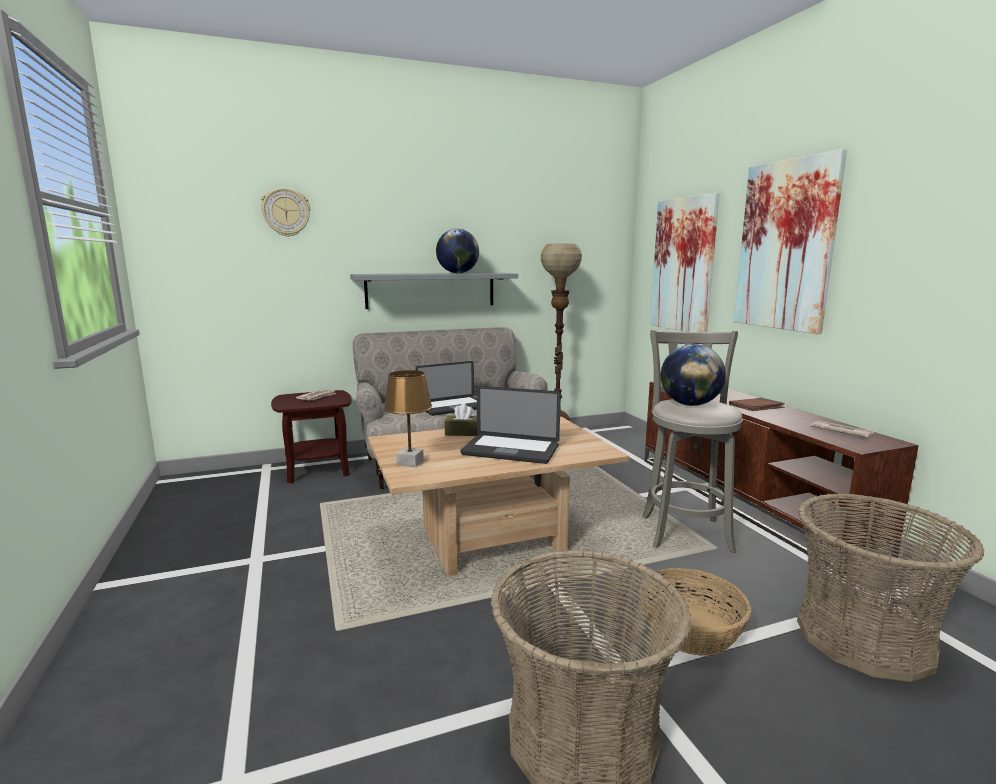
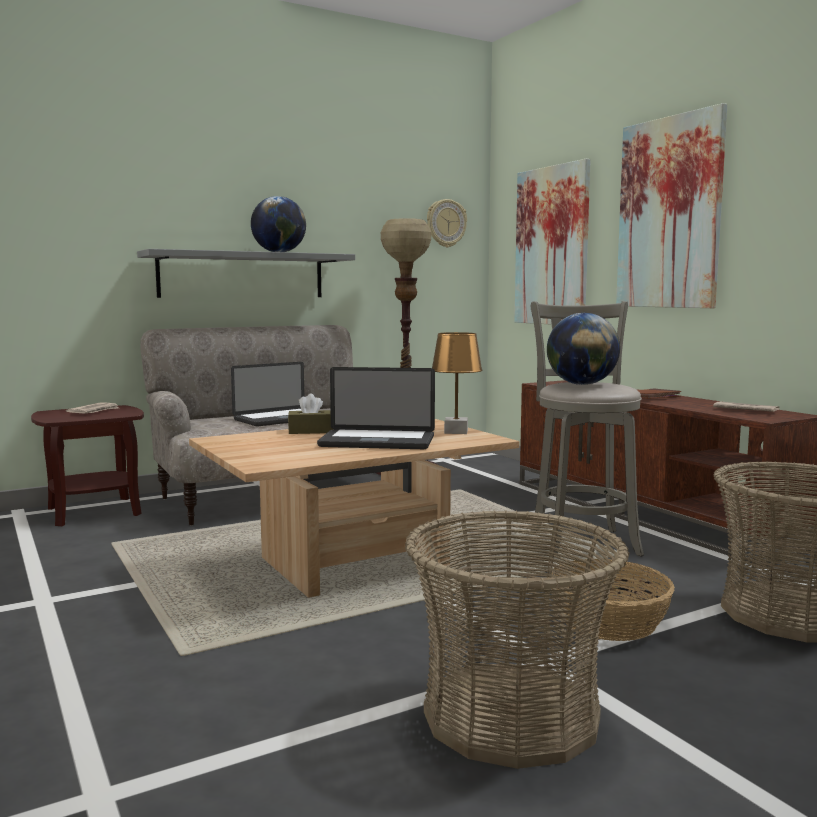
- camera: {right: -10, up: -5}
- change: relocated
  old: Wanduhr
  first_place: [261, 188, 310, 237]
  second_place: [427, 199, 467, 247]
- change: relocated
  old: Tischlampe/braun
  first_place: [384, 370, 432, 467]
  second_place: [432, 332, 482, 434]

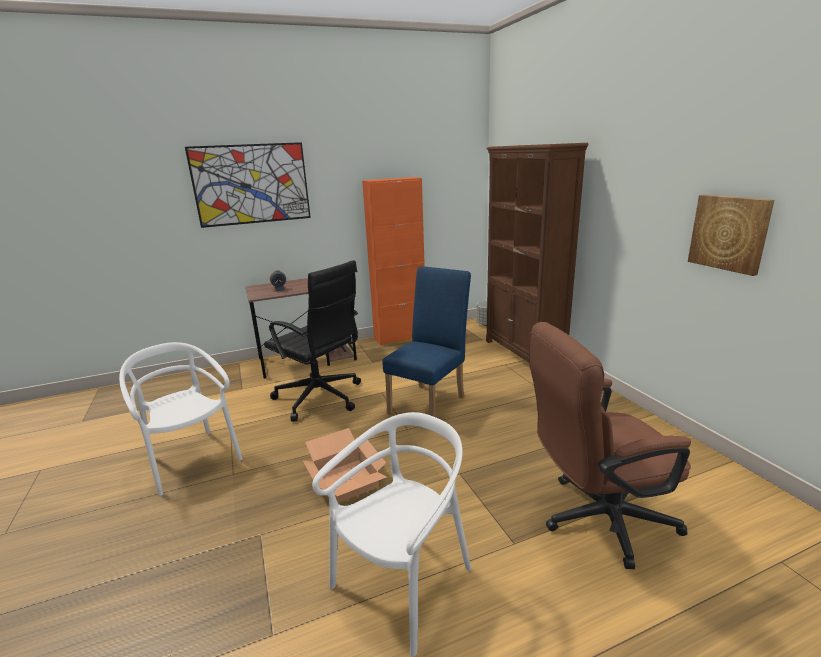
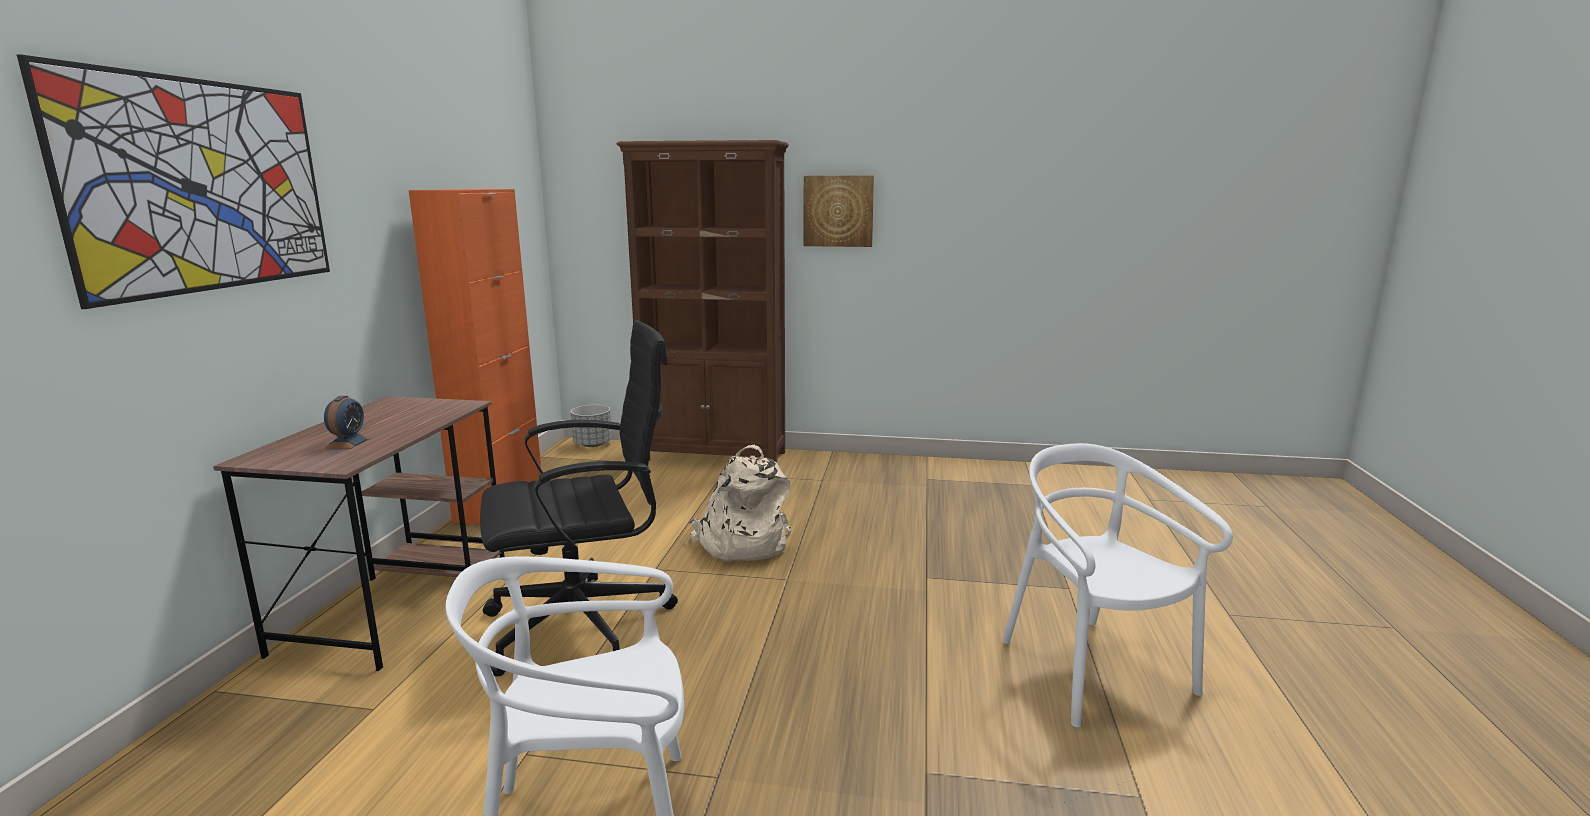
- camera: {right: -60, up: -5}
- change: missing
  old: Karton
  first_place: [303, 428, 386, 503]
- change: exchanged
  old: Stuhl/blau
  new: Rucksack/beige
  first_place: [382, 266, 471, 417]
  second_place: [689, 445, 792, 561]
- change: missing
  old: Bürostuhl/braun
  first_place: [529, 322, 691, 569]
- change: relocated
  old: Bild
  first_place: [688, 195, 774, 276]
  second_place: [804, 175, 874, 247]

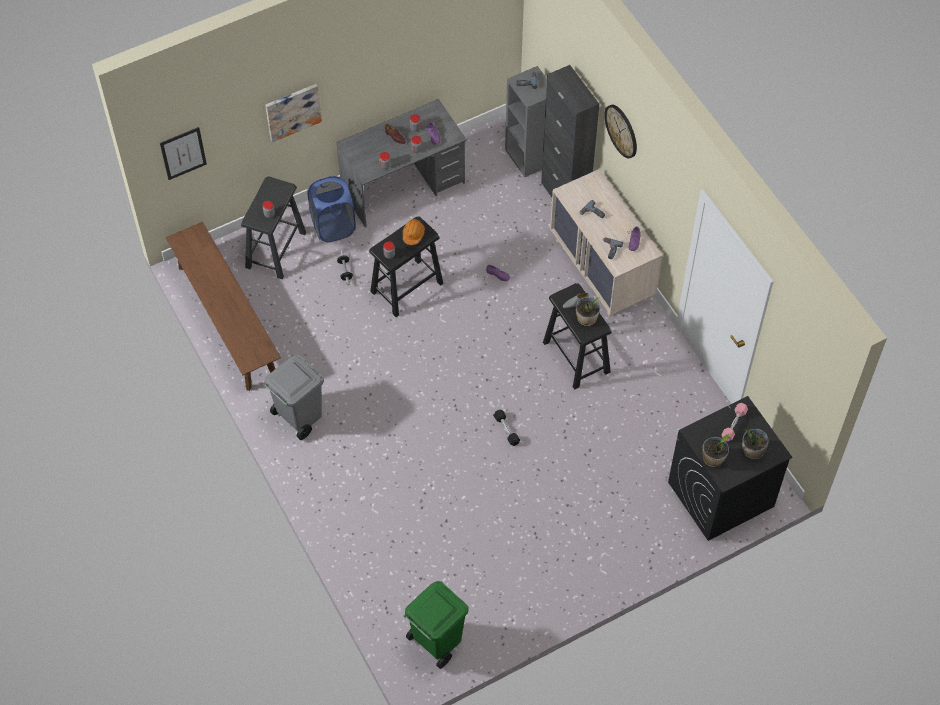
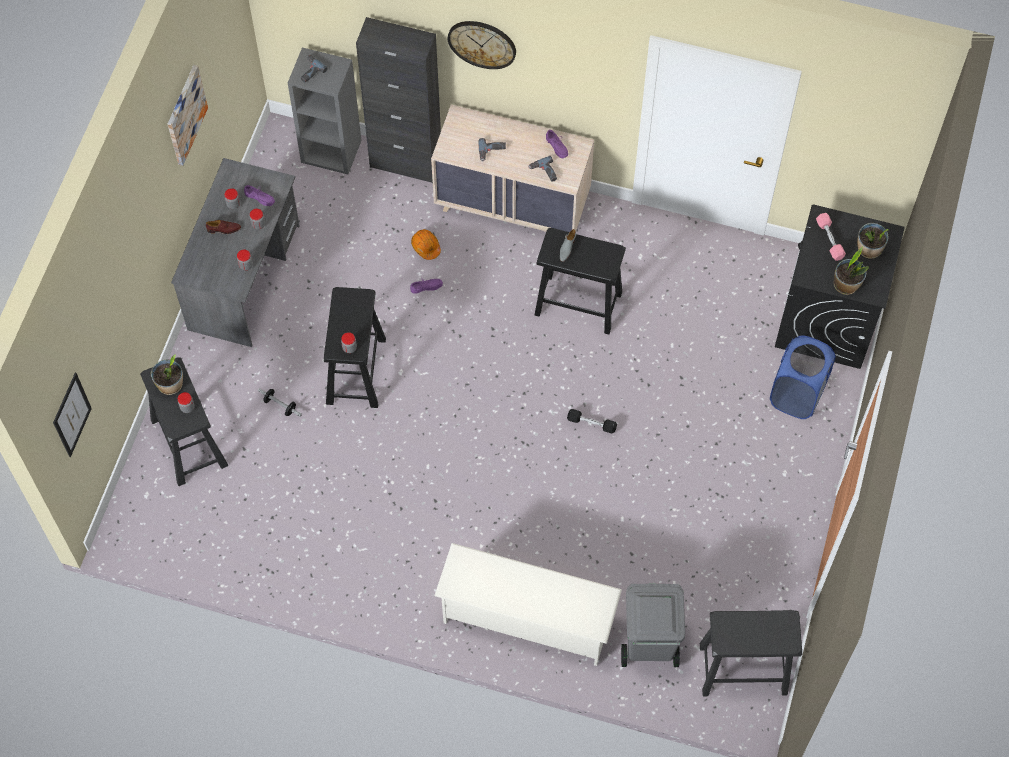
- camera: {right: -45, up: 5}
- change: missing
  old: Bank/braun
  first_place: [166, 222, 281, 391]
- change: relocated
  old: Mülleimer/grau
  first_place: [263, 355, 324, 440]
  second_place: [621, 584, 685, 667]
- change: relocated
  old: Bild
  first_place: [265, 84, 322, 142]
  second_place: [168, 65, 208, 166]
- change: relocated
  old: Wäschekorb/blau
  first_place: [307, 176, 356, 242]
  second_place: [770, 336, 836, 419]
- change: relocated
  old: Schutzhelm/orange
  first_place: [403, 219, 425, 245]
  second_place: [411, 229, 441, 260]
- change: exchanged
  old: Mülleimer/grün
  new: Hocker/schwarz
  first_place: [404, 581, 469, 669]
  second_place: [700, 610, 802, 696]
- change: relocated
  old: Topfpflanze
  first_place: [576, 297, 600, 326]
  second_place: [151, 354, 183, 395]
- change: appeared
  new: Schuhregal/weiß
  second_place: [434, 543, 622, 666]

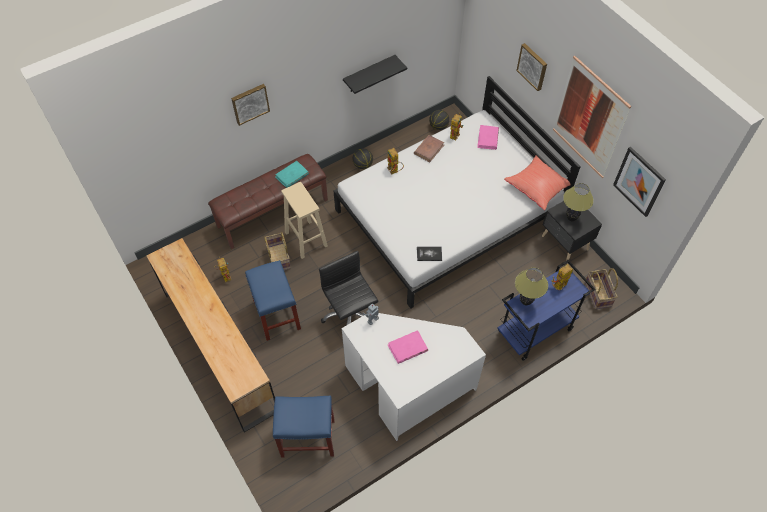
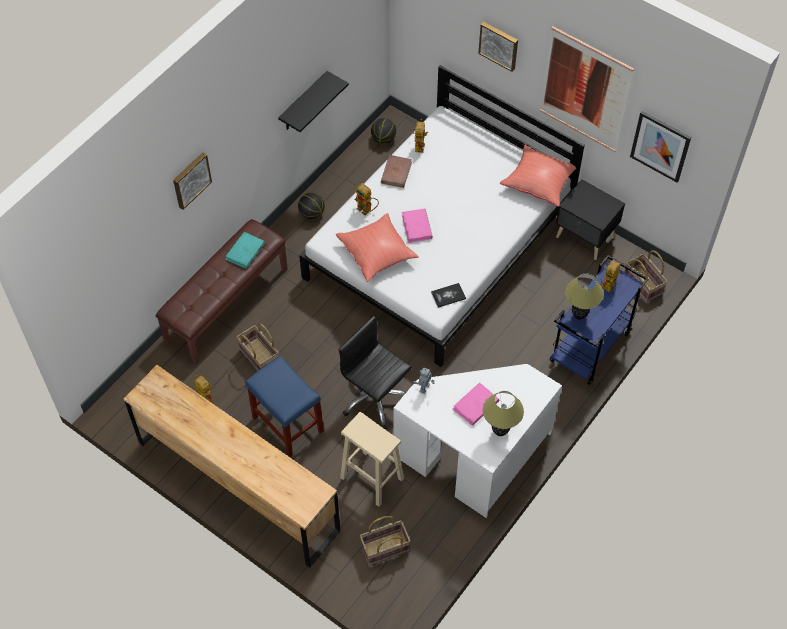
- camera: {right: -20, up: 0}
- change: exchanged
  old: Hocker/blau
  new: Korb
  first_place: [273, 396, 335, 458]
  second_place: [360, 516, 411, 566]
- change: relocated
  old: Hocker/beige
  first_place: [281, 182, 328, 259]
  second_place: [340, 412, 404, 507]
- change: relocated
  old: Buch/rosa
  first_place: [477, 125, 499, 150]
  second_place: [402, 209, 433, 243]
- change: relocated
  old: Tischlampe
  first_place: [563, 183, 594, 221]
  second_place: [483, 391, 524, 436]
- change: appeared
  new: Kissen/rot
  second_place: [336, 213, 419, 282]

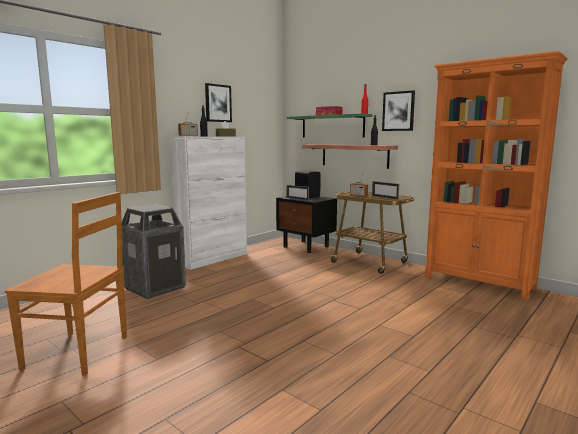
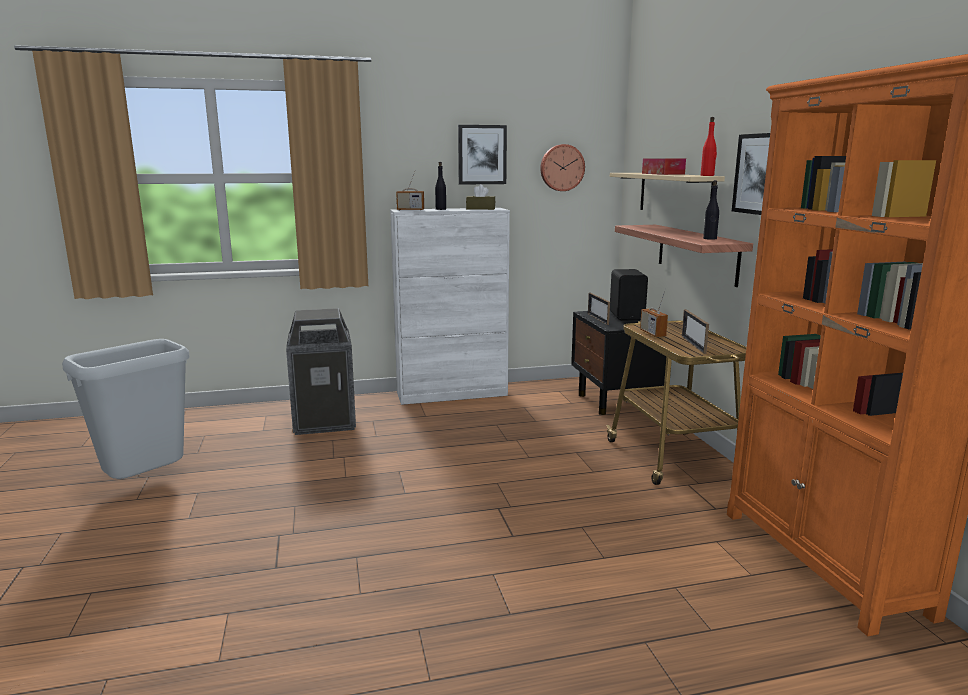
- camera: {right: 35, up: 5}
- change: exchanged
  old: Stuhl/braun
  new: Mülleimer/grau
  first_place: [5, 192, 127, 376]
  second_place: [62, 339, 190, 479]
- change: colour
  old: Wandregal/grün
  new: Wandregal/beige
  first_place: [287, 113, 373, 138]
  second_place: [610, 173, 725, 210]
- change: appeared
  new: Wanduhr
  second_place: [540, 144, 585, 191]

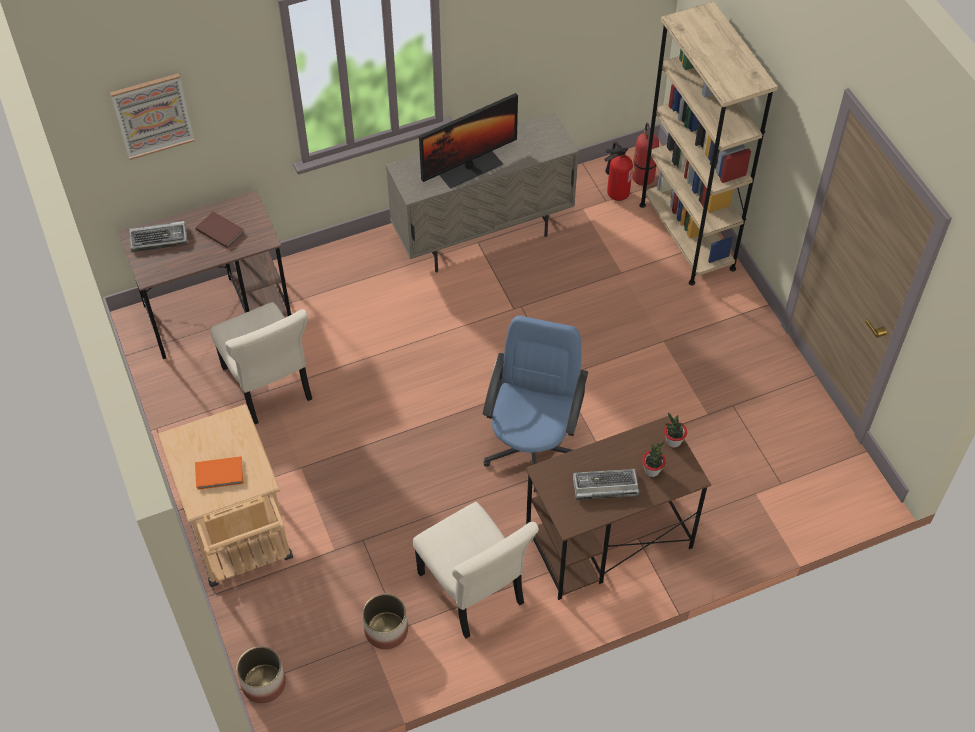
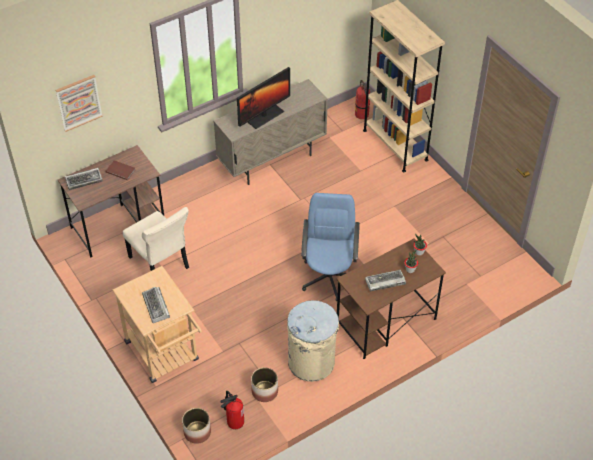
- camera: {right: -10, up: -5}
- change: exchanged
  old: Buch/orange
  new: Tastatur
  first_place: [195, 456, 243, 490]
  second_place: [142, 287, 170, 323]
- change: exchanged
  old: Stuhl/beige
  new: Mülleimer/beige
  first_place: [413, 502, 539, 638]
  second_place: [287, 300, 339, 382]
- change: relocated
  old: Feuerlöscher
  first_place: [604, 142, 633, 201]
  second_place: [220, 391, 244, 429]

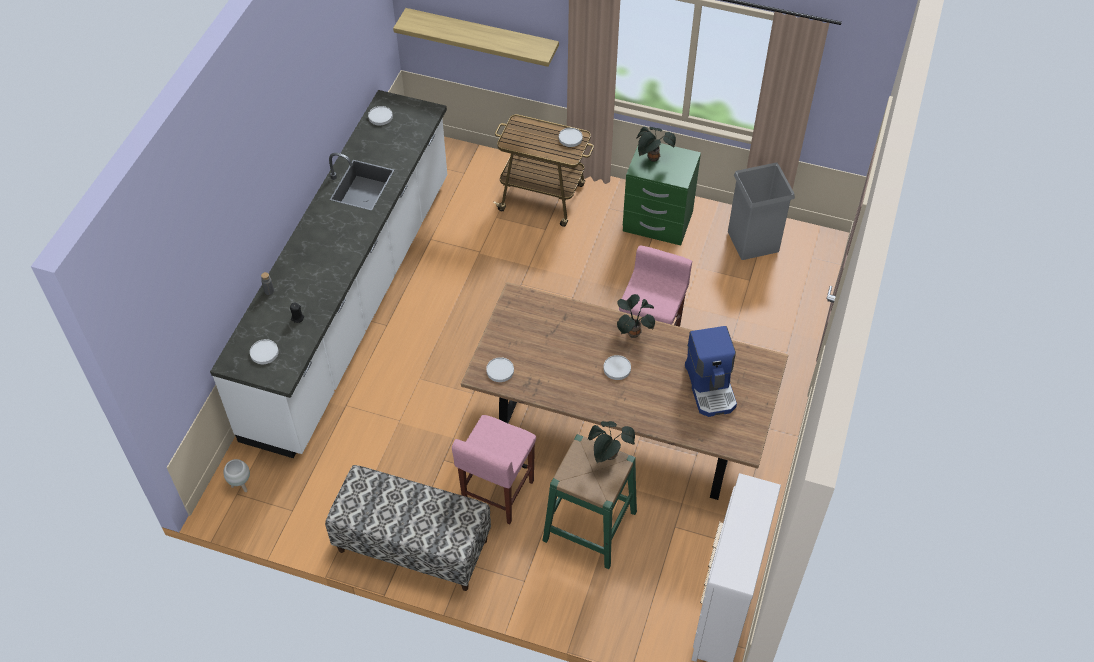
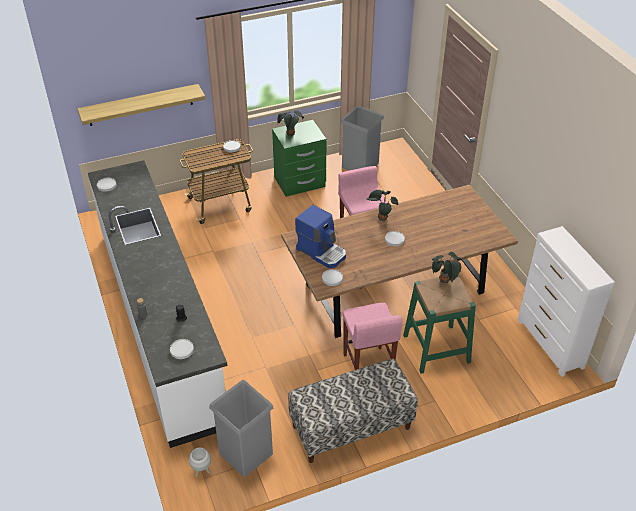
- camera: {right: -40, up: -10}
- change: relocated
  old: Kaffeemaschine
  first_place: [685, 326, 737, 417]
  second_place: [295, 205, 346, 268]
- change: appeared
  new: Mülleimer/grau
  second_place: [209, 380, 274, 477]

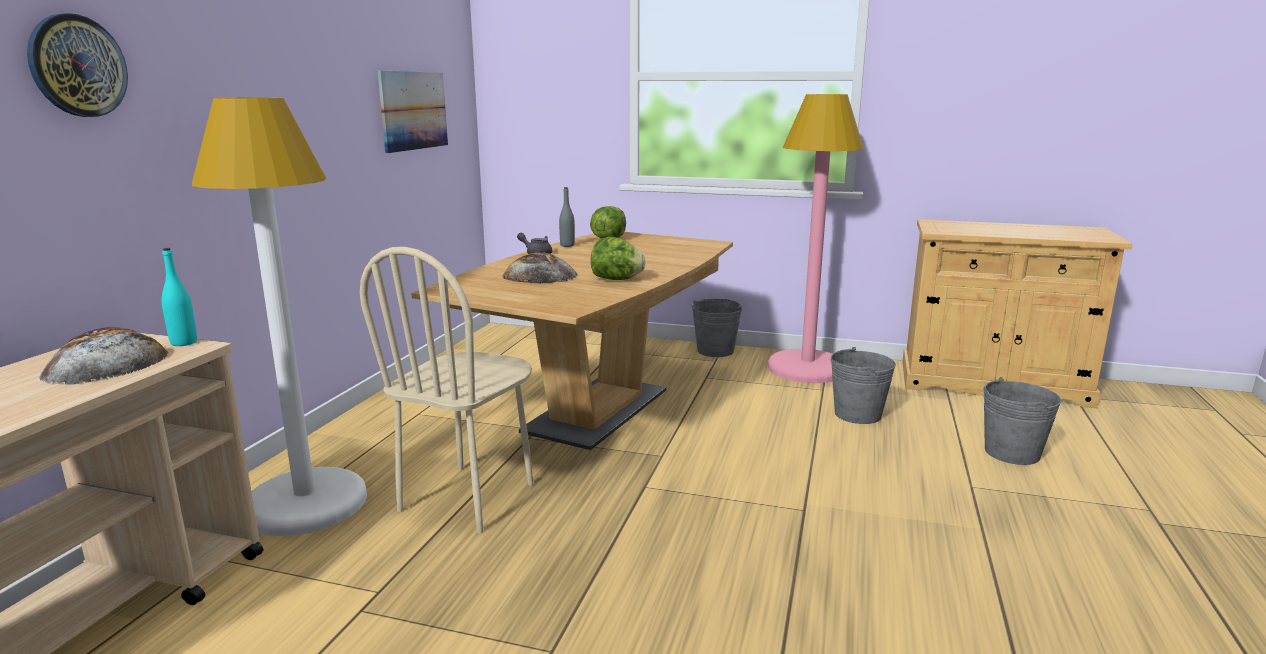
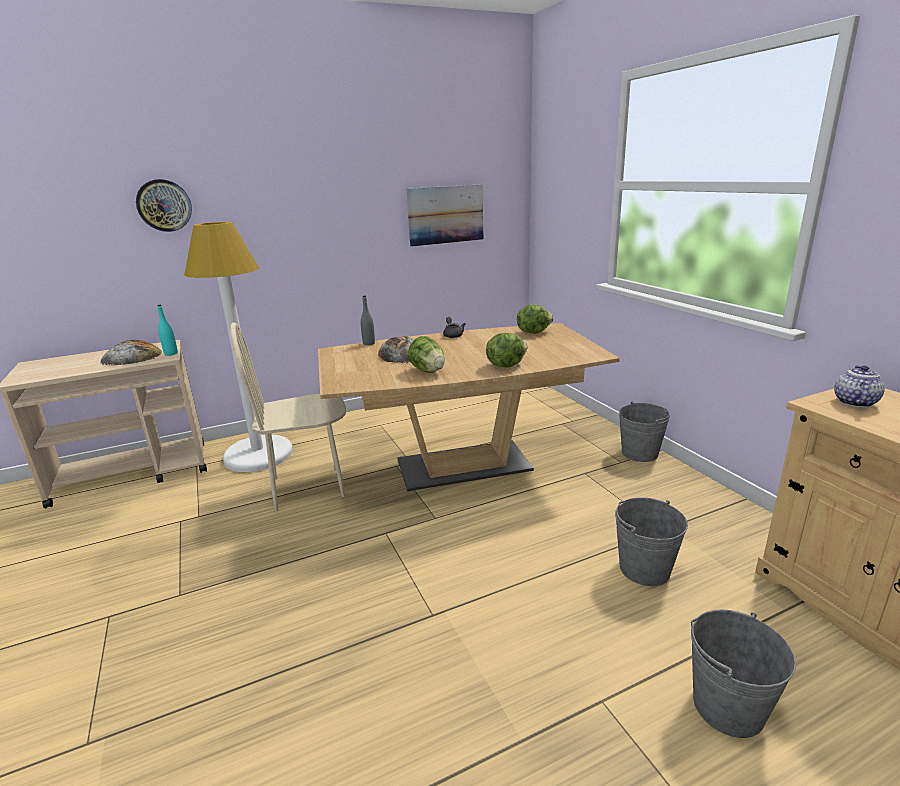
- camera: {right: 50, up: 5}
- change: relocated
  old: Flasche/grau
  first_place: [559, 187, 575, 247]
  second_place: [361, 296, 375, 345]
- change: missing
  old: Stehlampe/rosa
  first_place: [768, 94, 864, 383]
- change: appeared
  new: Salatkopf
  second_place: [486, 333, 528, 368]
- change: appeared
  new: Teekanne
  second_place: [834, 365, 885, 408]

